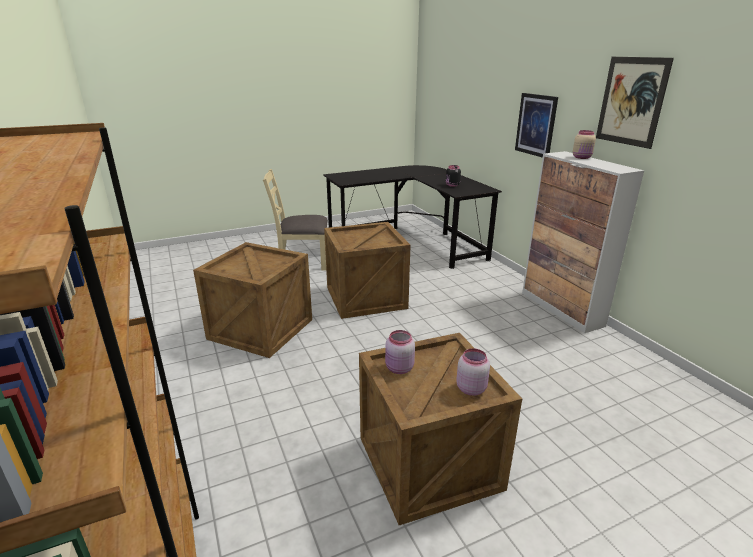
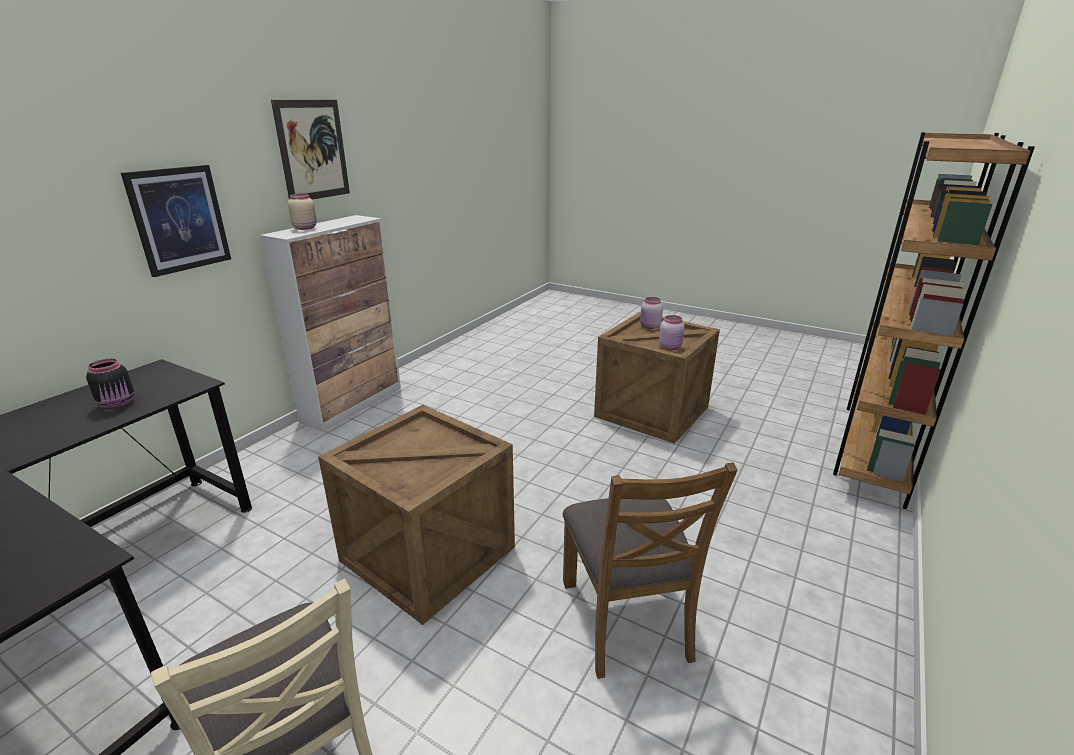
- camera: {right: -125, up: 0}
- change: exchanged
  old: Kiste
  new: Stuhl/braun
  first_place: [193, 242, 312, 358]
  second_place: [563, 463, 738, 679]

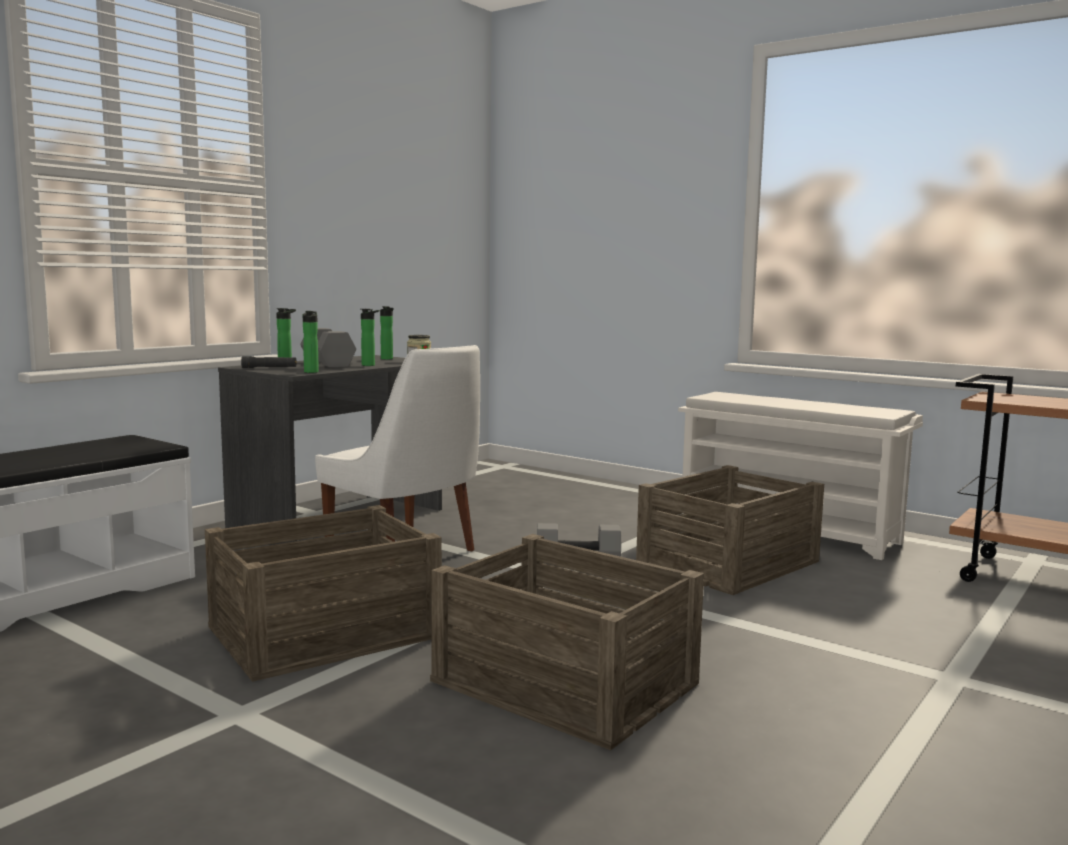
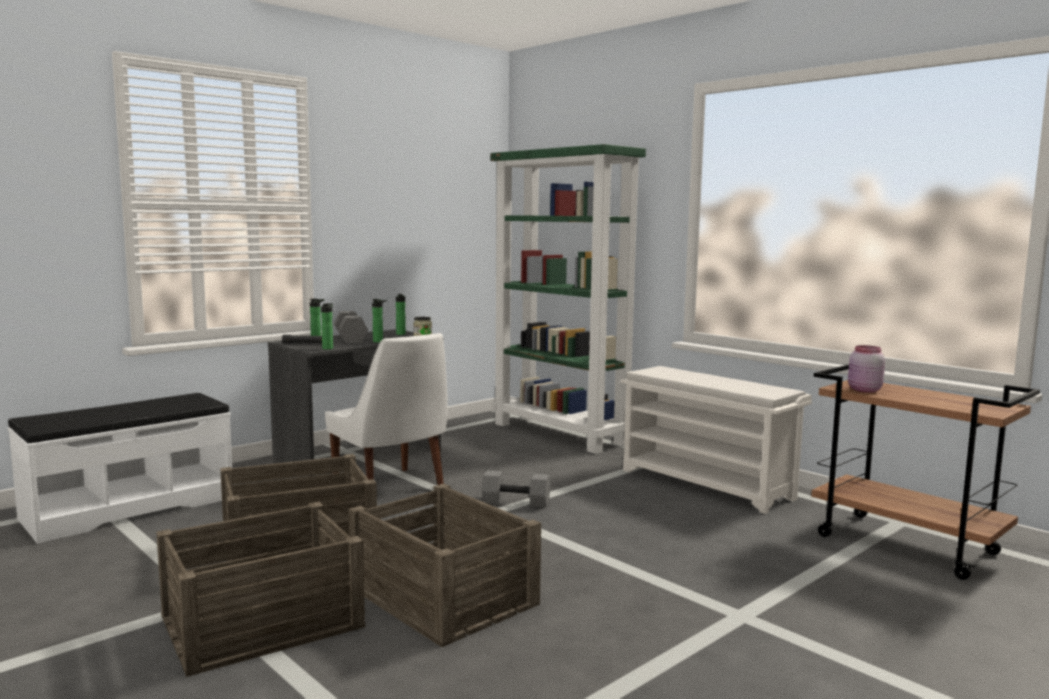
- camera: {right: 10, up: 0}
- change: relocated
  old: Kiste
  first_place: [636, 465, 824, 595]
  second_place: [156, 502, 365, 677]
- change: appeared
  new: Bücherregal/grün
  second_place: [491, 144, 646, 454]
- change: appeared
  new: Vorratsglas/rosa
  second_place: [848, 345, 885, 393]

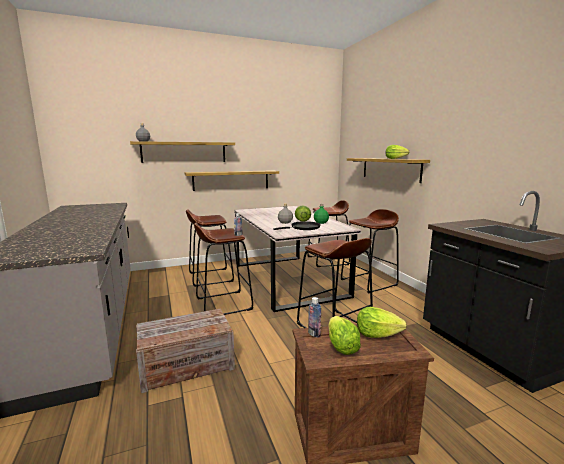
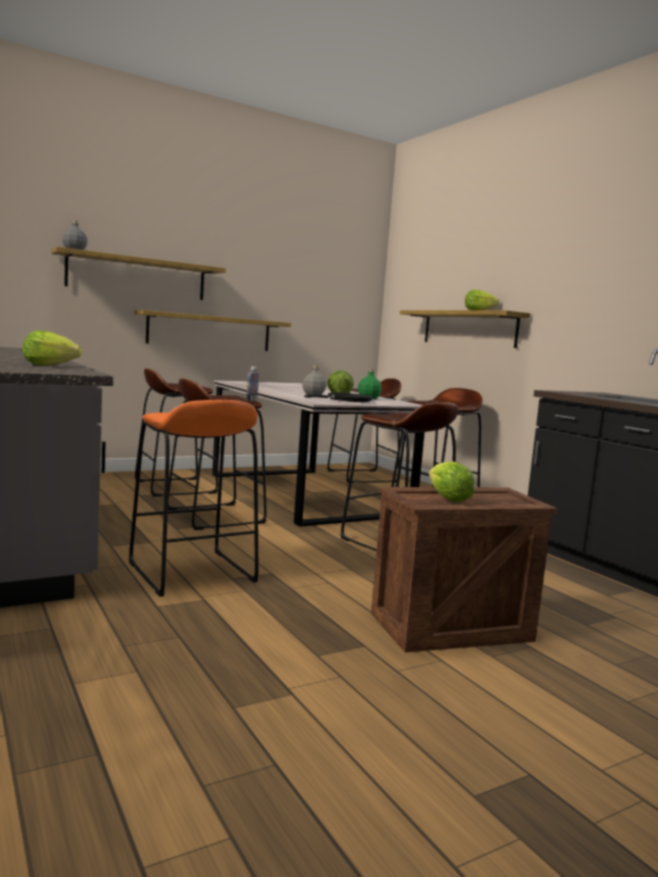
- camera: {right: -10, up: -5}
- change: exchanged
  old: Kiste
  new: Hocker/orange
  first_place: [136, 309, 235, 393]
  second_place: [129, 400, 259, 597]
- change: missing
  old: Flasche
  first_place: [308, 297, 321, 337]
- change: relocated
  old: Salatkopf
  first_place: [357, 307, 407, 338]
  second_place: [22, 330, 82, 365]

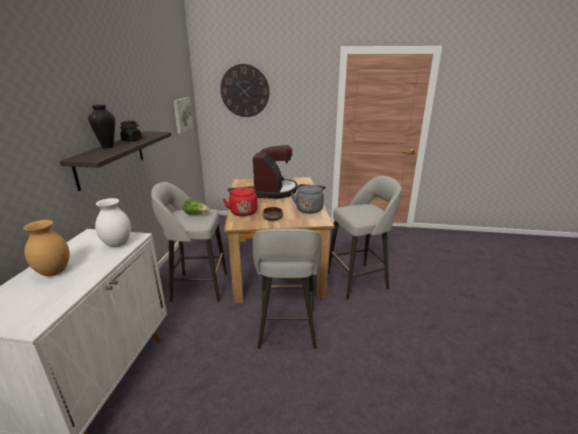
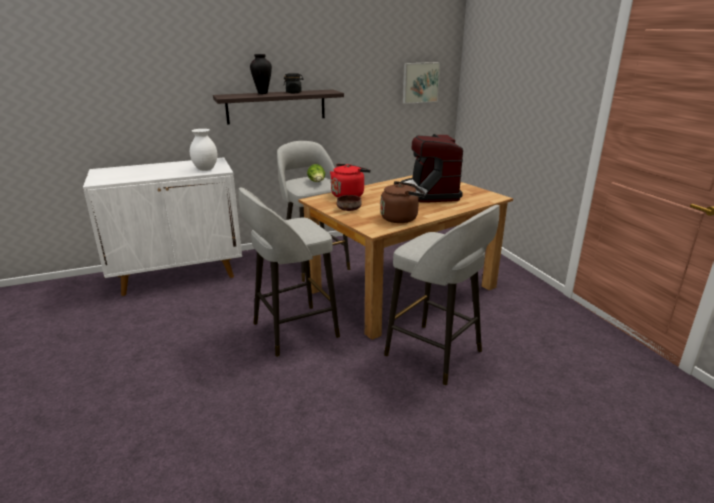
- camera: {right: 60, up: 0}
- change: missing
  old: Vase/braun
  first_place: [23, 220, 70, 276]
- change: missing
  old: Wanduhr
  first_place: [220, 64, 270, 117]
- change: spun
  old: Kaffeemaschine
  first_place: [253, 145, 298, 199]
  second_place: [401, 134, 463, 203]
  degrees: 105
- change: colour
  old: Wasserkessel/grau
  new: Wasserkessel/braun
  first_place: [291, 184, 326, 214]
  second_place: [380, 181, 426, 223]

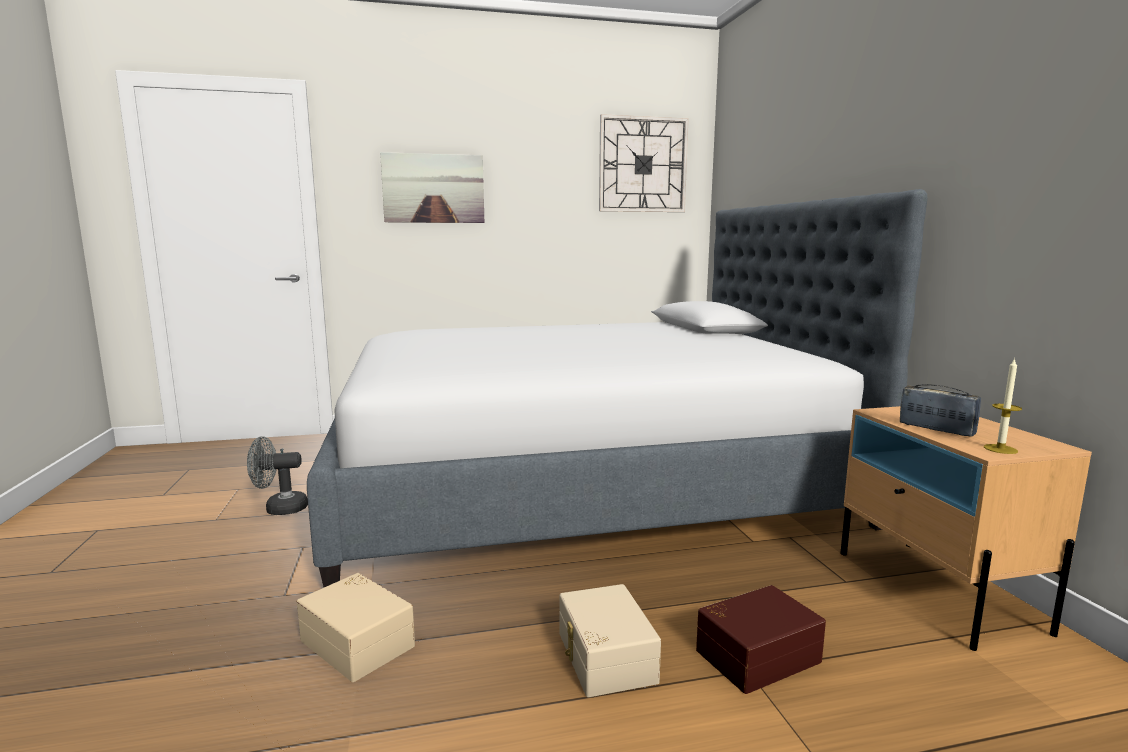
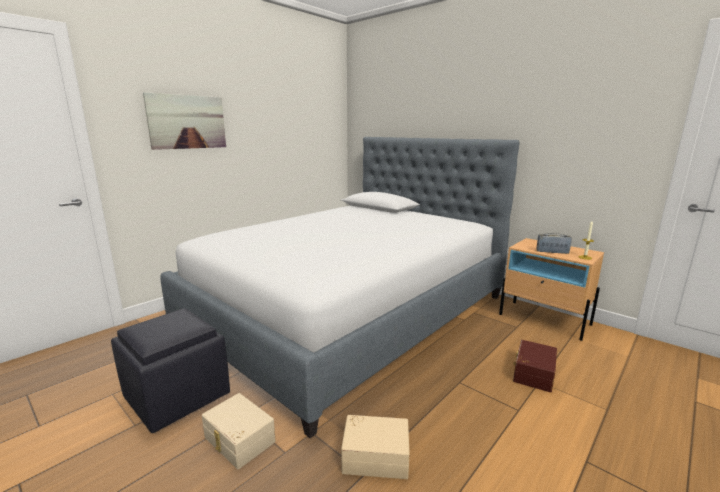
- camera: {right: -35, up: 5}
- change: exchanged
  old: Ventilator/grau
  new: Polsterhocker/schwarz
  first_place: [247, 436, 308, 515]
  second_place: [111, 308, 230, 433]
- change: relocated
  old: Aufbewahrungsbox/beige
  first_place: [559, 584, 661, 697]
  second_place: [202, 393, 276, 469]
- change: missing
  old: Wanduhr
  first_place: [599, 114, 689, 212]

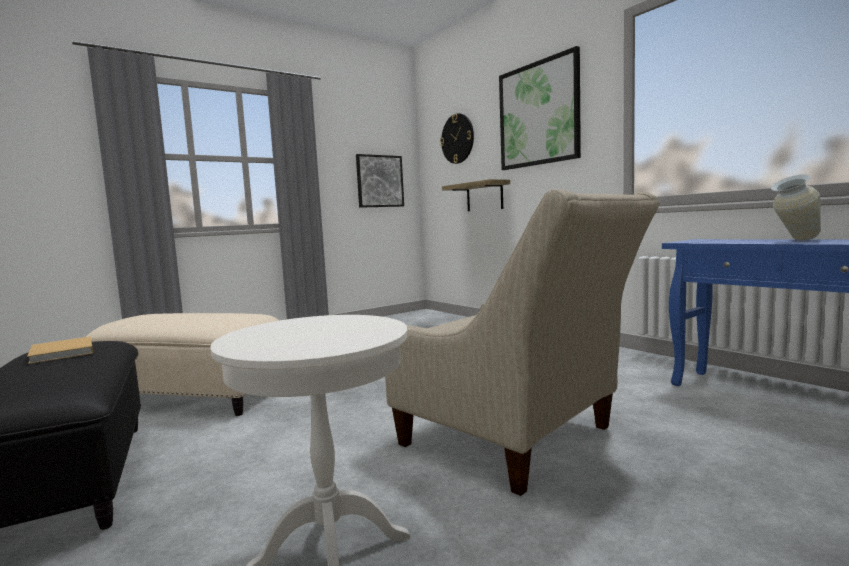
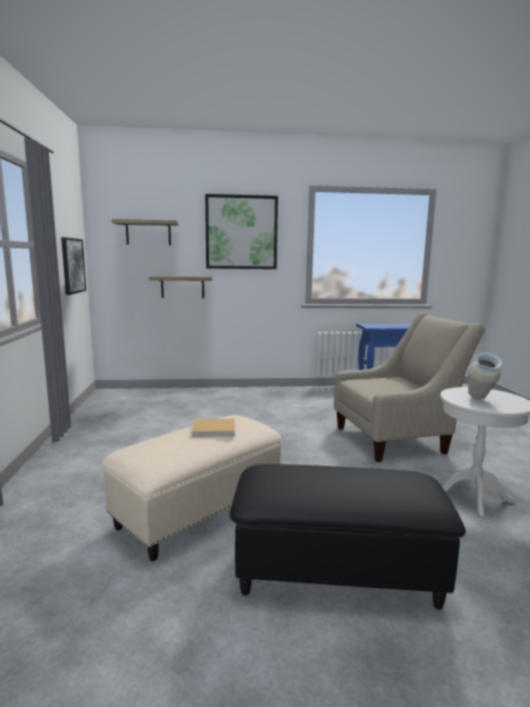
- camera: {right: -60, up: 5}
- change: relocated
  old: Buch/beige
  first_place: [27, 336, 93, 364]
  second_place: [192, 419, 235, 437]
- change: exchanged
  old: Wanduhr
  new: Wandregal
  first_place: [440, 113, 474, 164]
  second_place: [112, 219, 179, 245]
- change: relocated
  old: Vase
  first_place: [771, 175, 821, 241]
  second_place: [468, 352, 502, 400]

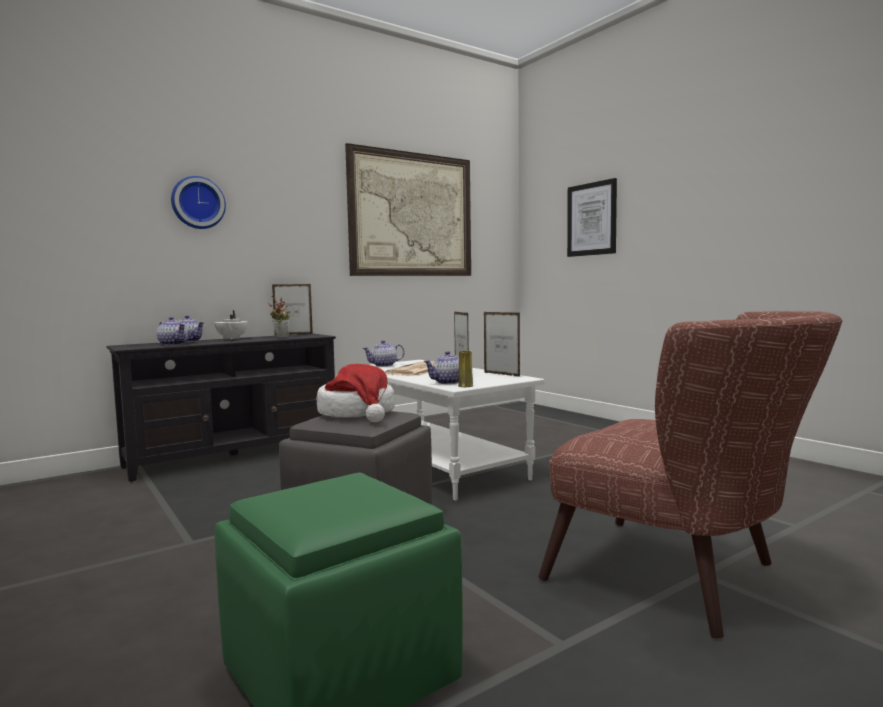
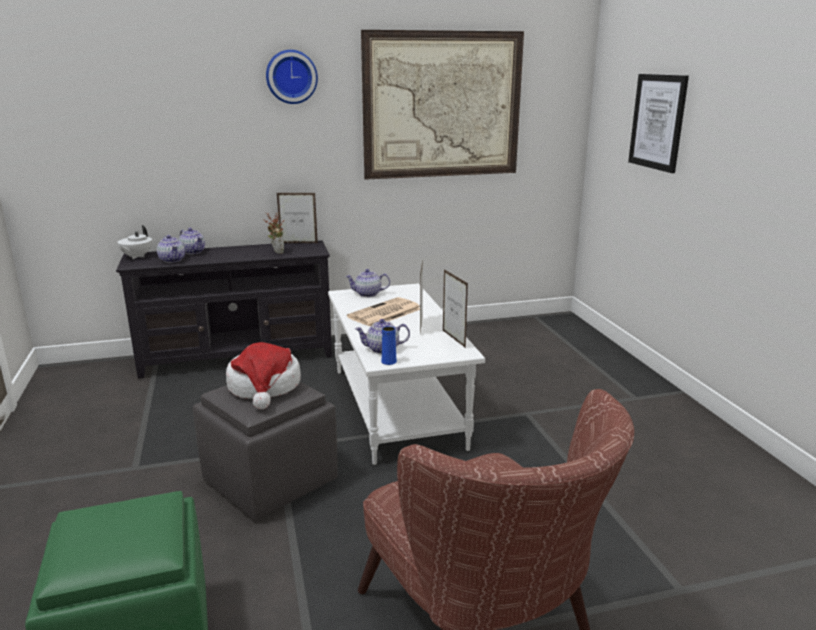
- camera: {right: 20, up: 15}
- change: relocated
  old: Wanduhr
  first_place: [171, 176, 226, 229]
  second_place: [266, 50, 318, 104]
- change: relocated
  old: Teekanne/weiß
  first_place: [214, 310, 248, 340]
  second_place: [117, 225, 152, 259]
- change: colour
  old: Vase/gelb
  new: Vase/blau
  first_place: [458, 351, 473, 387]
  second_place: [381, 326, 397, 365]

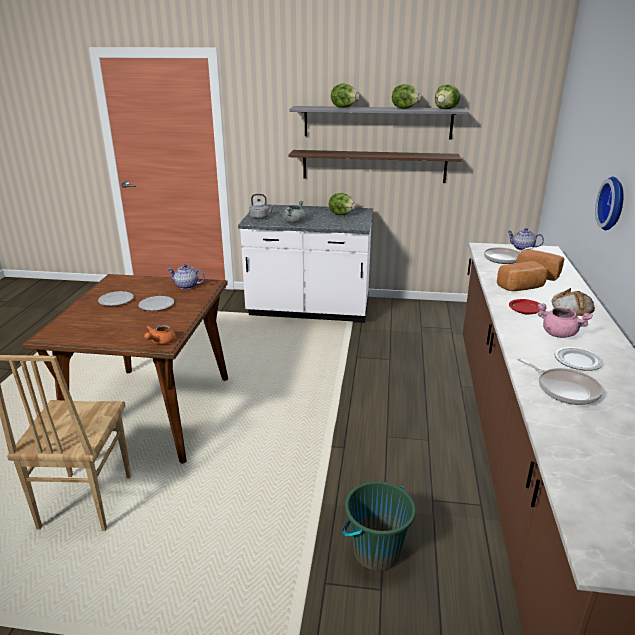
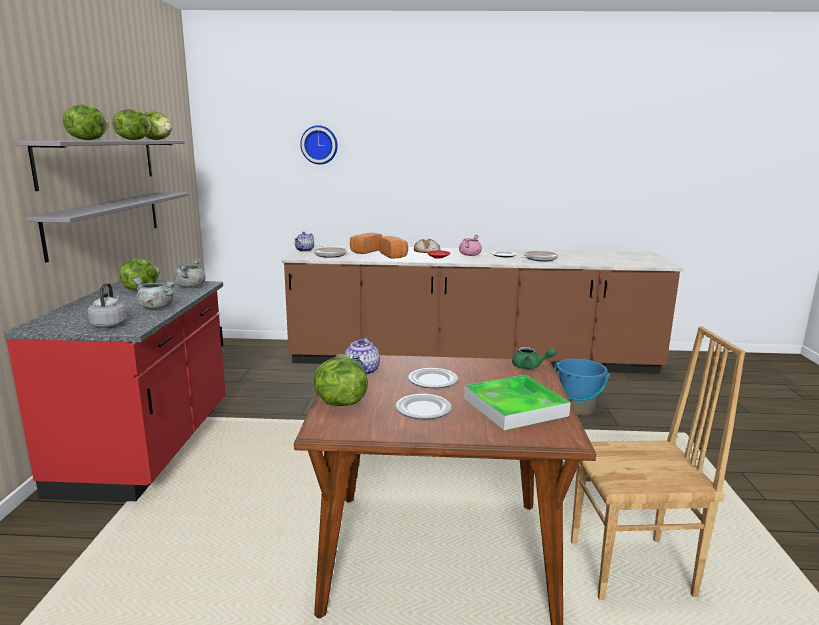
- camera: {right: -95, up: -10}
- change: colour
  old: Teekanne/orange
  new: Teekanne/grün
  first_place: [144, 324, 176, 344]
  second_place: [512, 347, 557, 369]
- change: colour
  old: Küchenzeile/weiß
  new: Küchenzeile/rot
  first_place: [238, 205, 373, 323]
  second_place: [4, 280, 226, 502]
- change: colour
  old: Wandregal/braun
  new: Wandregal/grau
  first_place: [288, 150, 462, 183]
  second_place: [25, 192, 189, 262]
- change: colour
  old: Eimer/grün
  new: Eimer/blau
  first_place: [342, 481, 416, 571]
  second_place: [554, 359, 610, 416]
- change: relocated
  old: Wanduhr
  first_place: [595, 176, 623, 230]
  second_place: [300, 125, 338, 164]
- change: appeared
  new: Kochtopf/grau
  second_place: [174, 258, 206, 288]
- change: appeared
  new: Salatkopf
  second_place: [314, 356, 368, 406]
- change: appeared
  new: Tablett
  second_place: [464, 375, 571, 430]

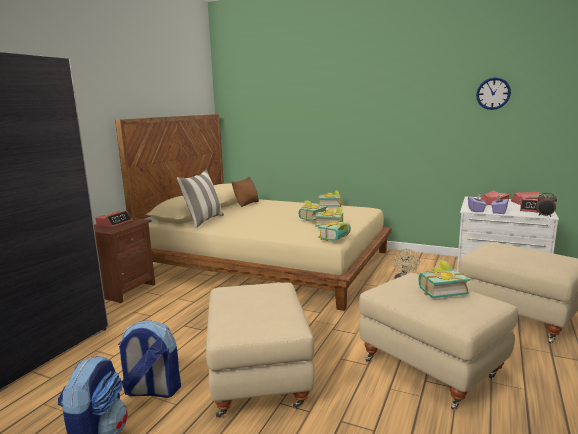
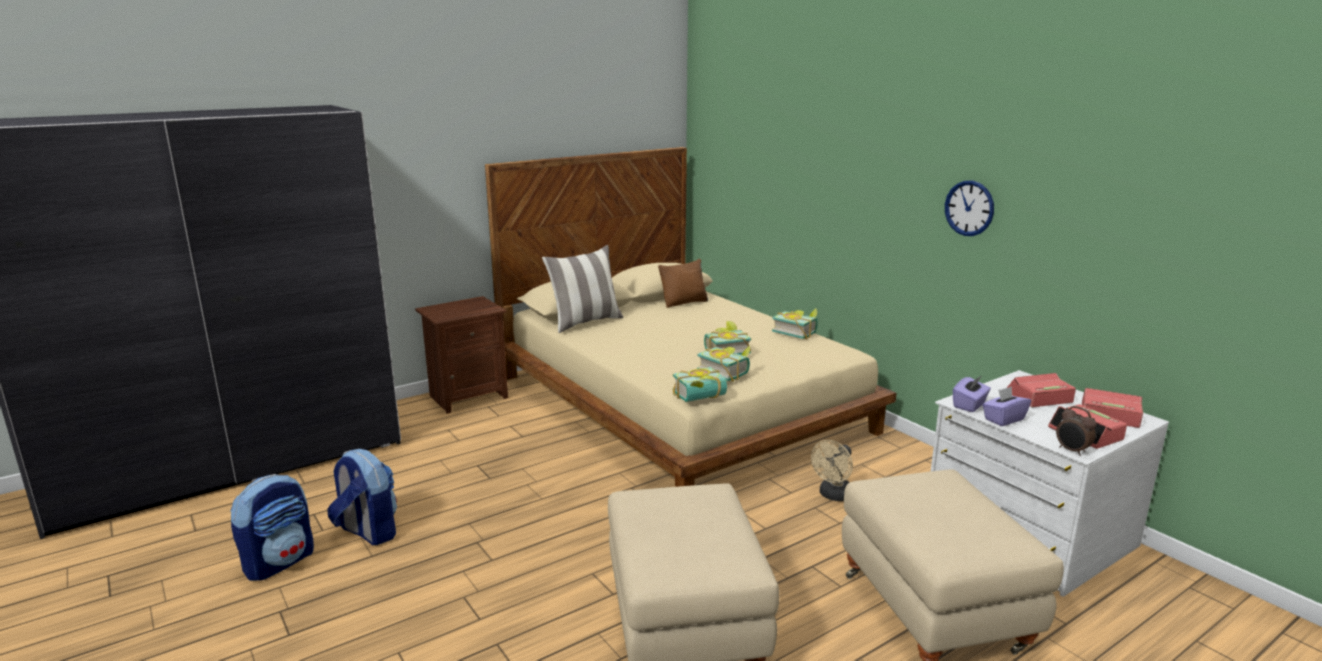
- camera: {right: 30, up: 5}
- change: missing
  old: Wecker
  first_place: [95, 211, 132, 228]
- change: missing
  old: Polsterhocker/beige
  first_place: [206, 282, 315, 418]
- change: missing
  old: Buch
  first_place: [419, 260, 470, 298]
- change: relocated
  old: Wanduhr
  first_place: [476, 77, 511, 110]
  second_place: [945, 181, 994, 236]

